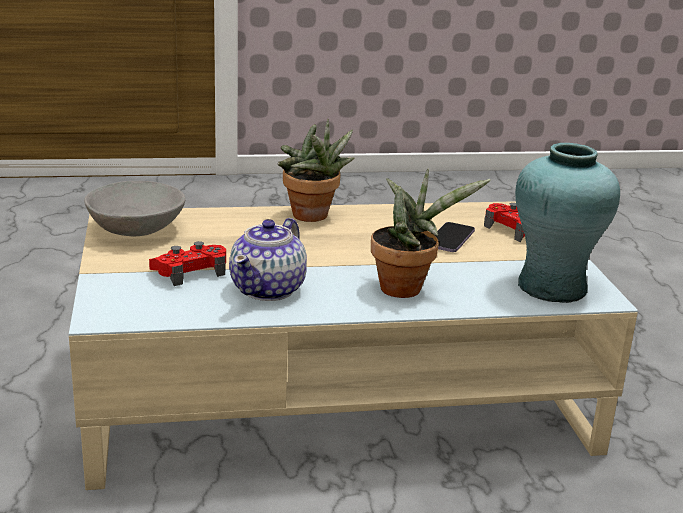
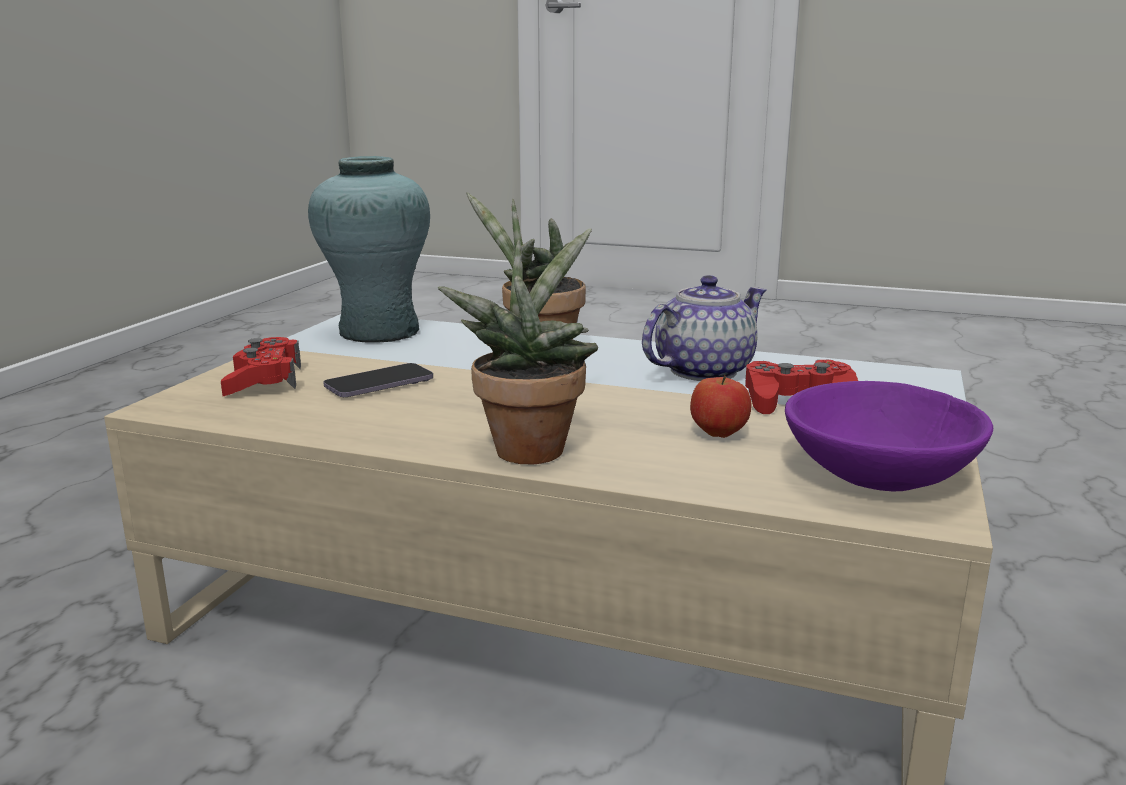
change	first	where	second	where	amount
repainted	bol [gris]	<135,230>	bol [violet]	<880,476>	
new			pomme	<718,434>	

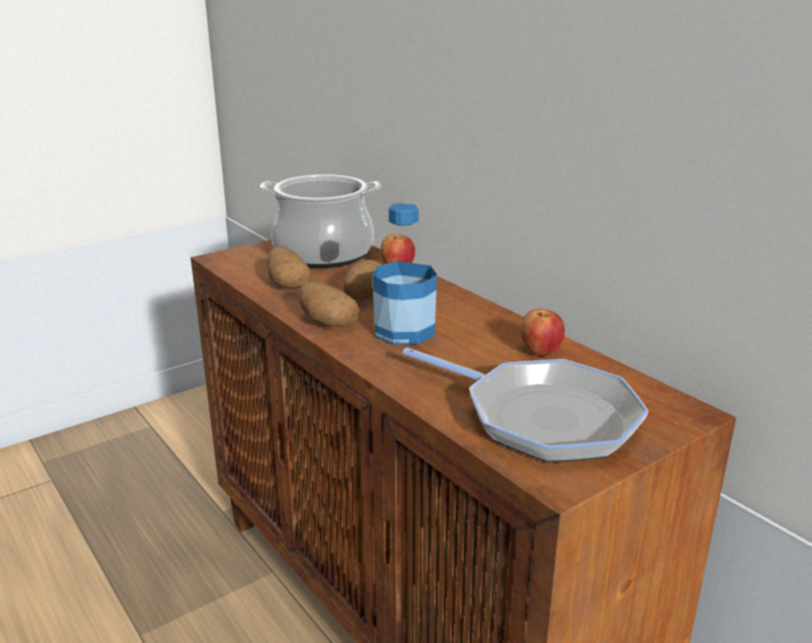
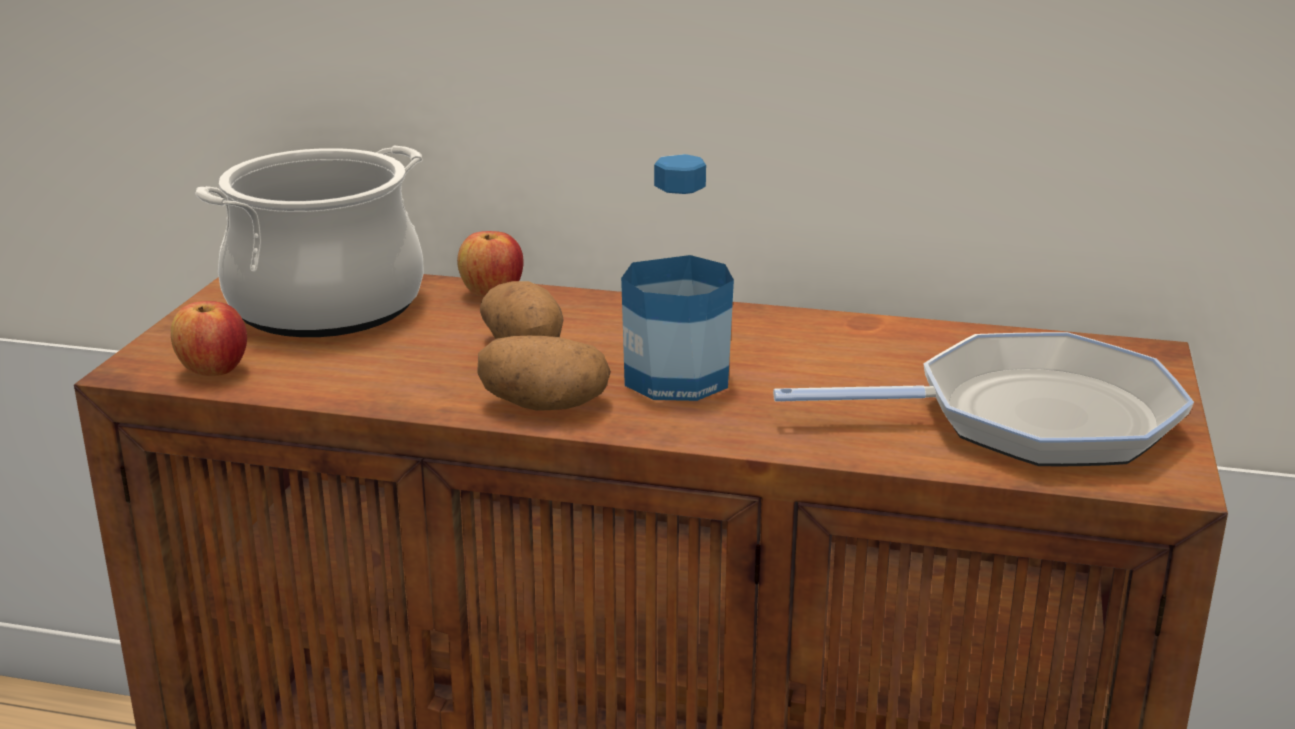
change	first	where	second	where	amount
gone	pomme de terre	<287,284>			
shifted	pomme	<540,351>		<214,370>	

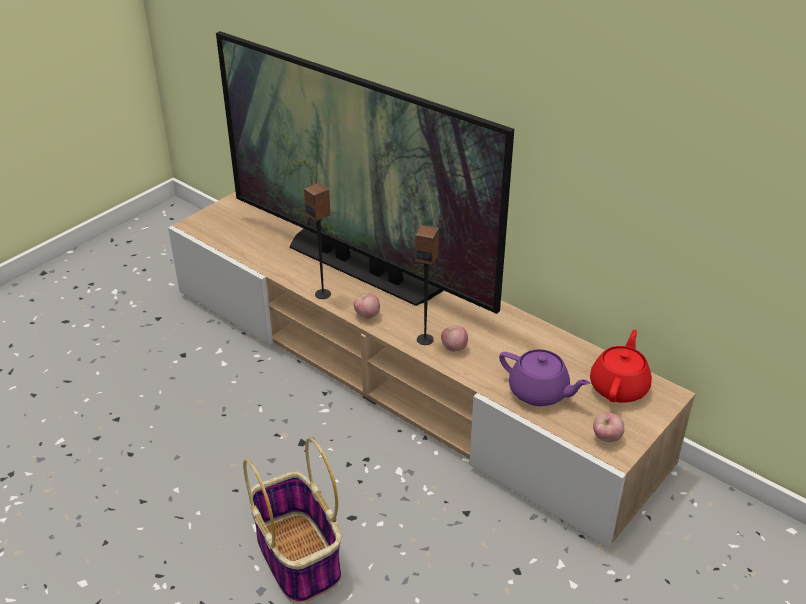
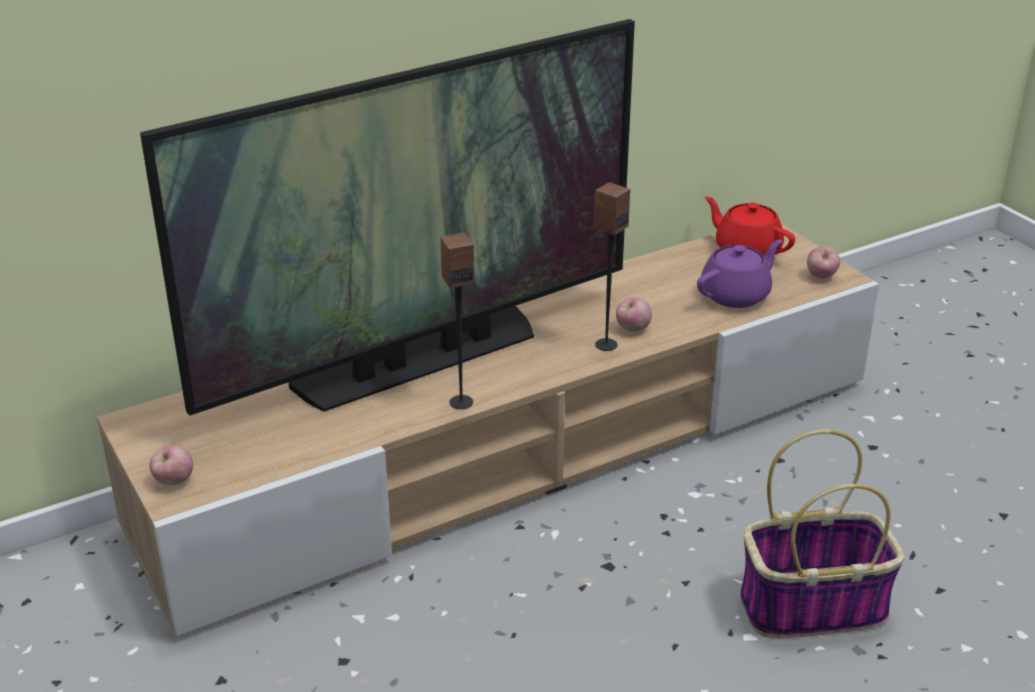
change	first	where	second	where	amount
shifted	pomme	<367,315>		<174,481>	

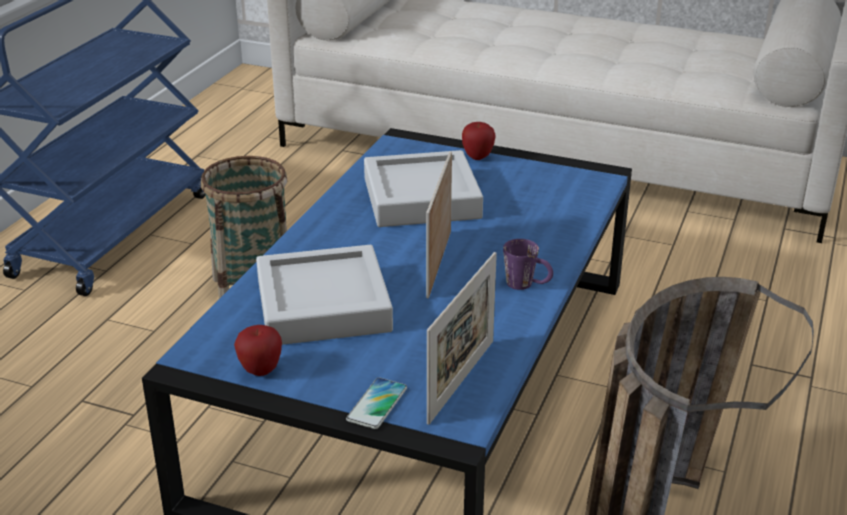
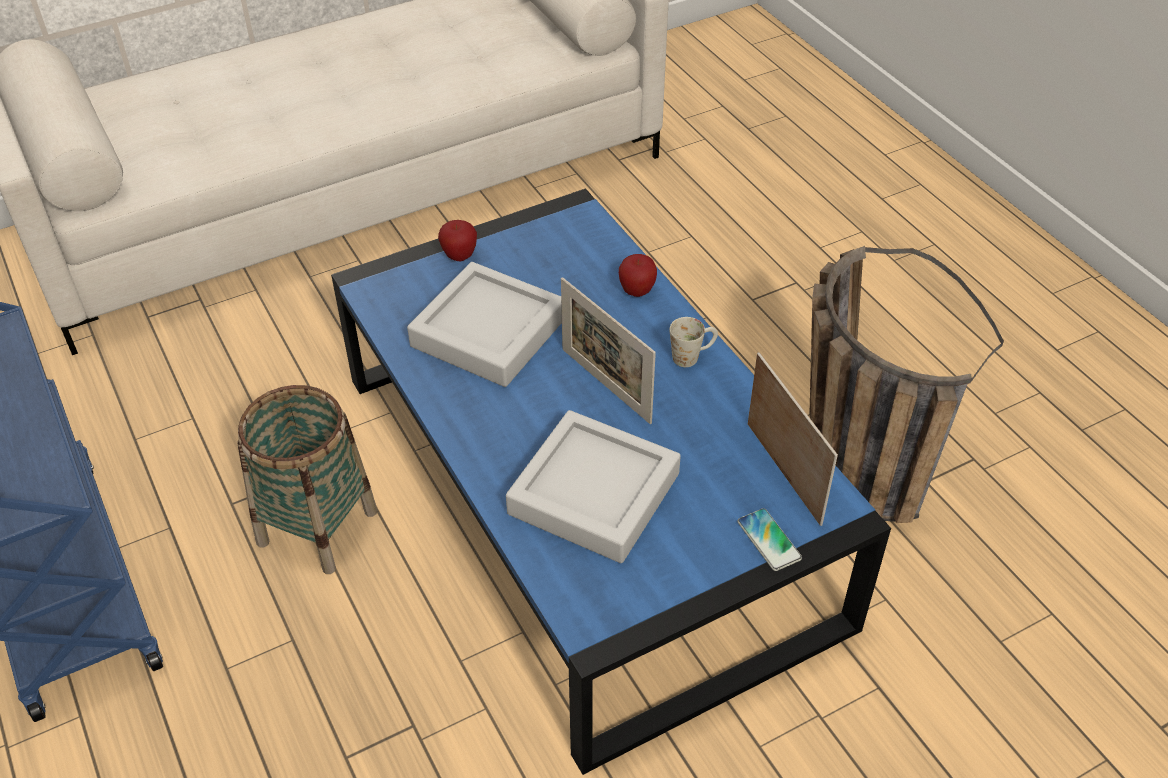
change	first	where	second	where	amount
repainted	mug [violet]	<527,285>	mug [blanc]	<692,356>	
shifted	pomme	<260,370>		<637,291>	

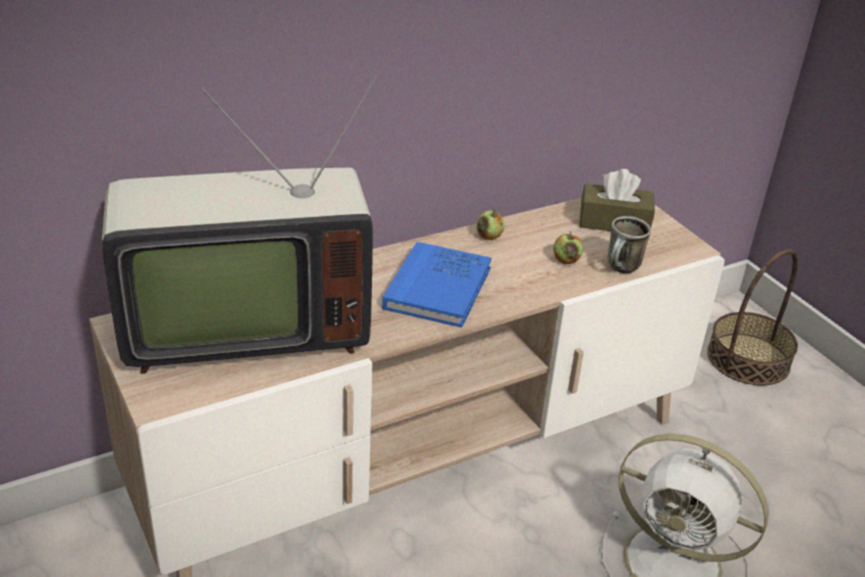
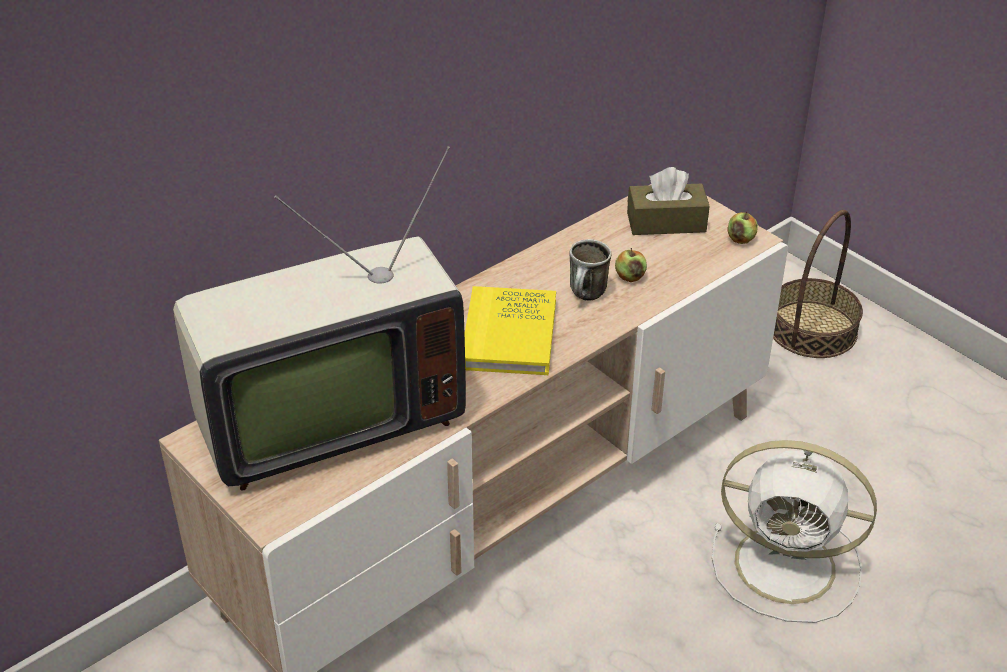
change	first	where	second	where	amount
shifted	pomme	<489,236>		<740,239>	
shifted	mug	<622,270>		<587,296>	
repainted	livre [bleu]	<437,288>	livre [jaune]	<509,335>	

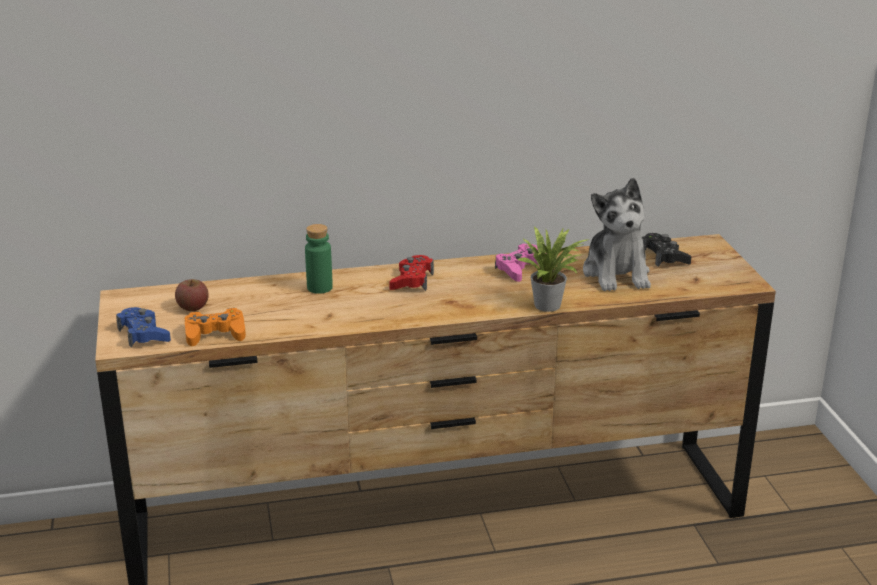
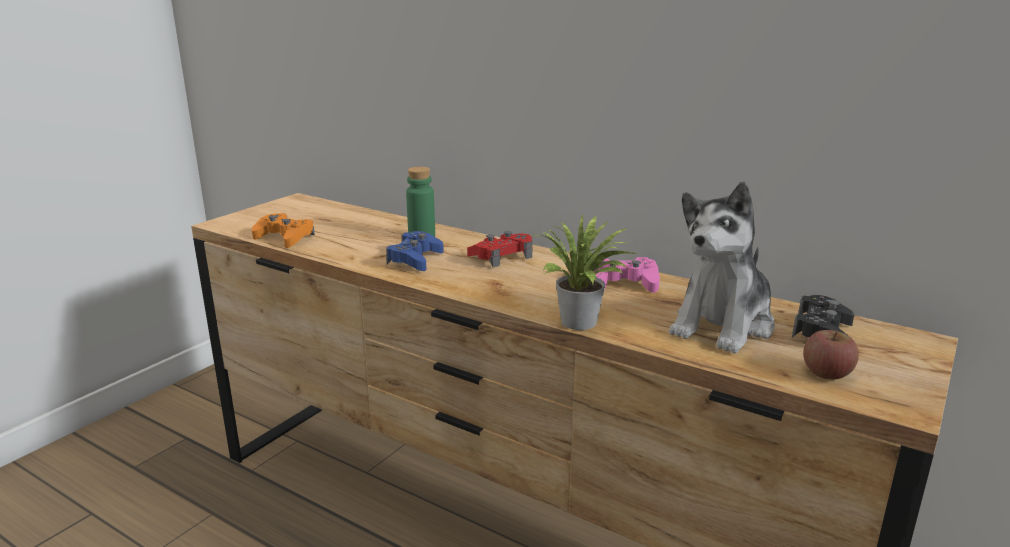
change	first	where	second	where	amount
shifted	pomme	<193,307>		<826,373>	
shifted	manette [bleu]	<143,334>		<415,259>	

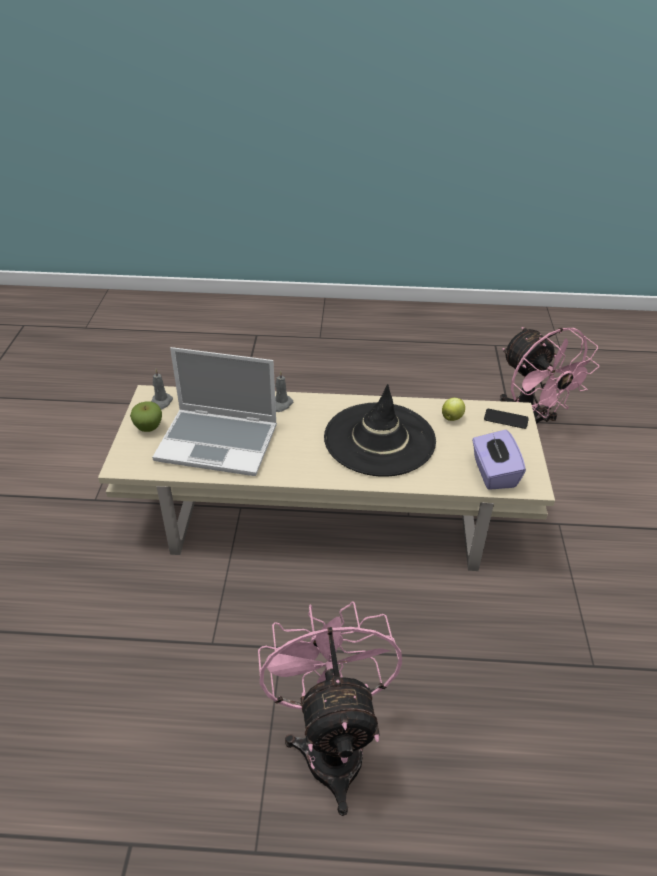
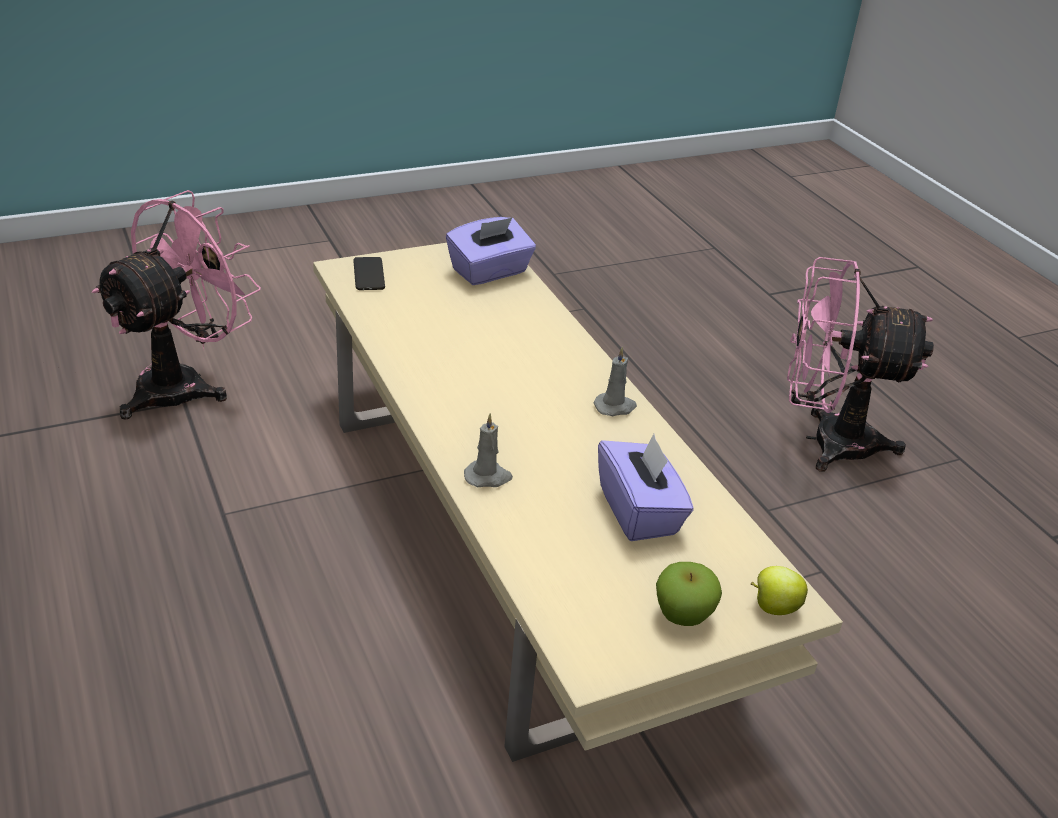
change	first	where	second	where	amount
swapped	ordinateur portable	<219,443>	boîte à mouchoirs [violet]	<639,512>	
shifted	bougie [gris]	<161,402>		<615,407>	
gone	chapeau [noir]	<379,439>			
shifted	pomme	<452,418>		<773,607>	
rotated	ventilateur [rose]	<332,743>		<825,441>	45 degrees clockwise

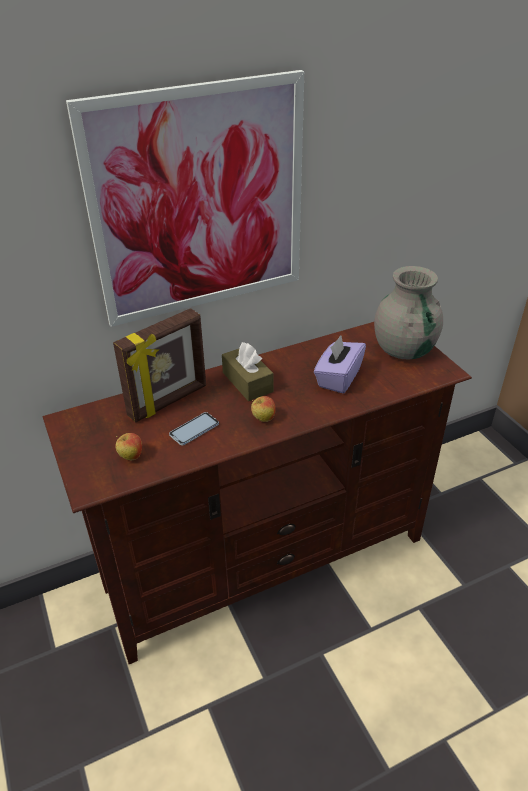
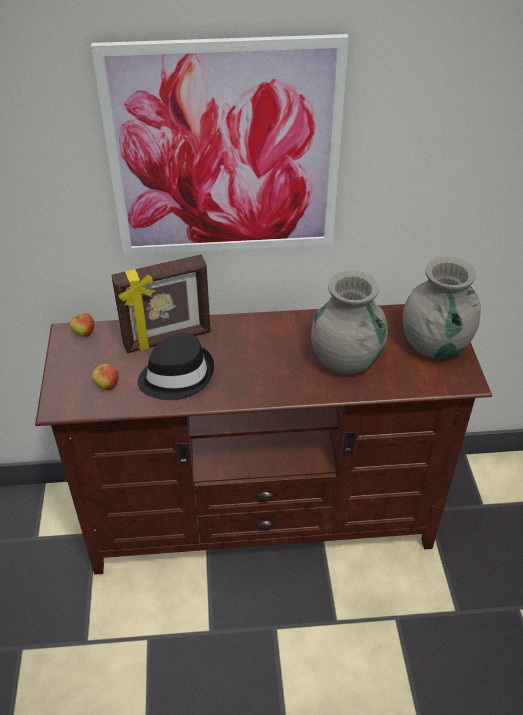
change	first	where	second	where	amount
swapped	boîte à mouchoirs [violet]	<338,378>	vase [gris]	<345,358>	
gone	boîte à mouchoirs [marron]	<247,382>			
shifted	pomme	<263,419>		<84,334>	
swapped	téléphone	<194,429>	chapeau [noir]	<176,375>	

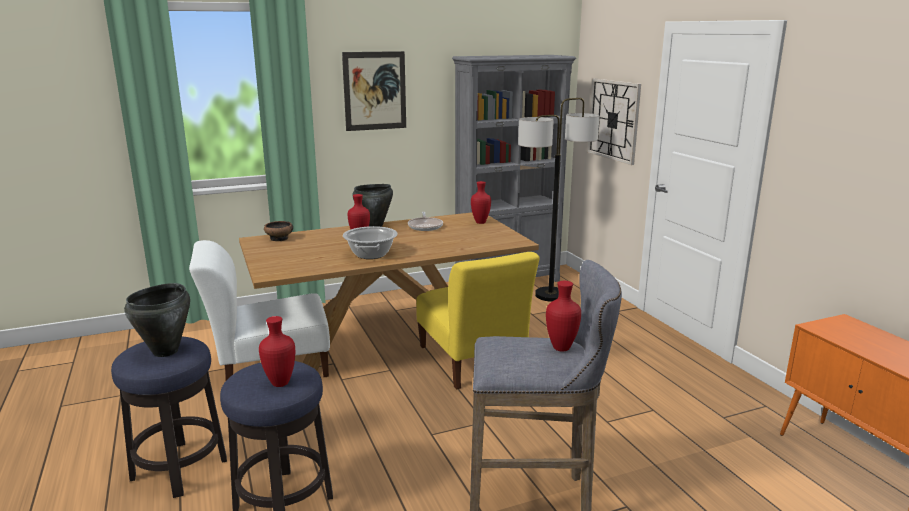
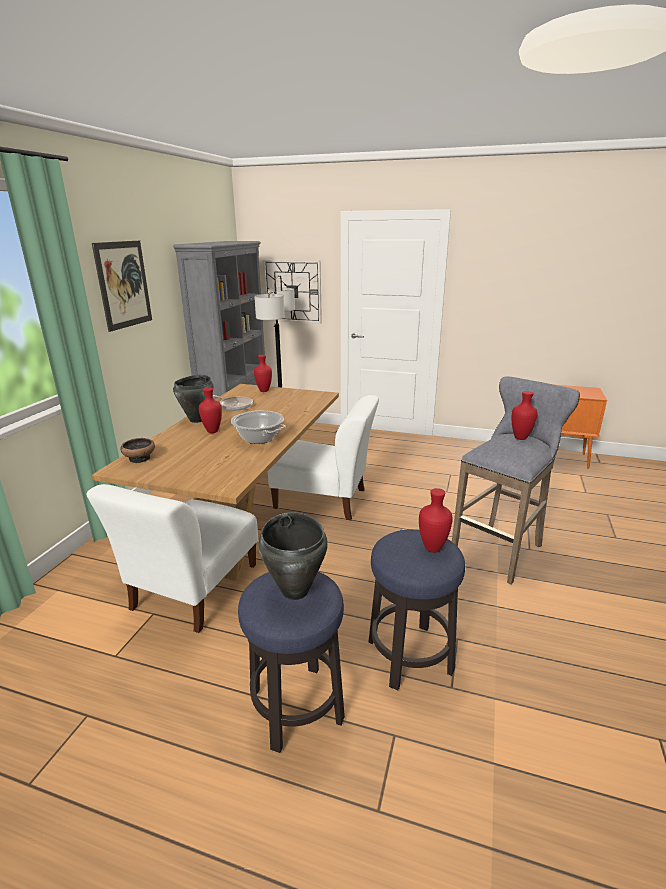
change	first	where	second	where	amount
repainted	chaise [jaune]	<472,362>	chaise [blanc]	<324,500>	

